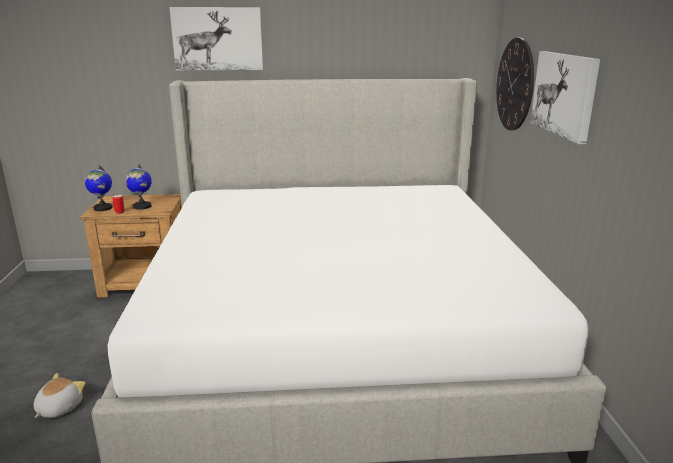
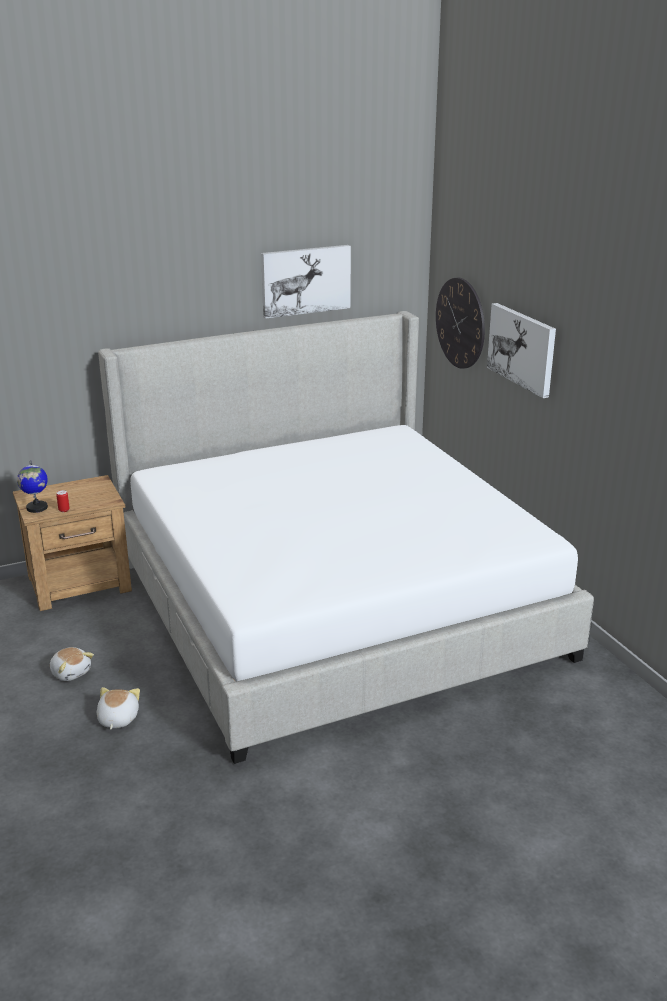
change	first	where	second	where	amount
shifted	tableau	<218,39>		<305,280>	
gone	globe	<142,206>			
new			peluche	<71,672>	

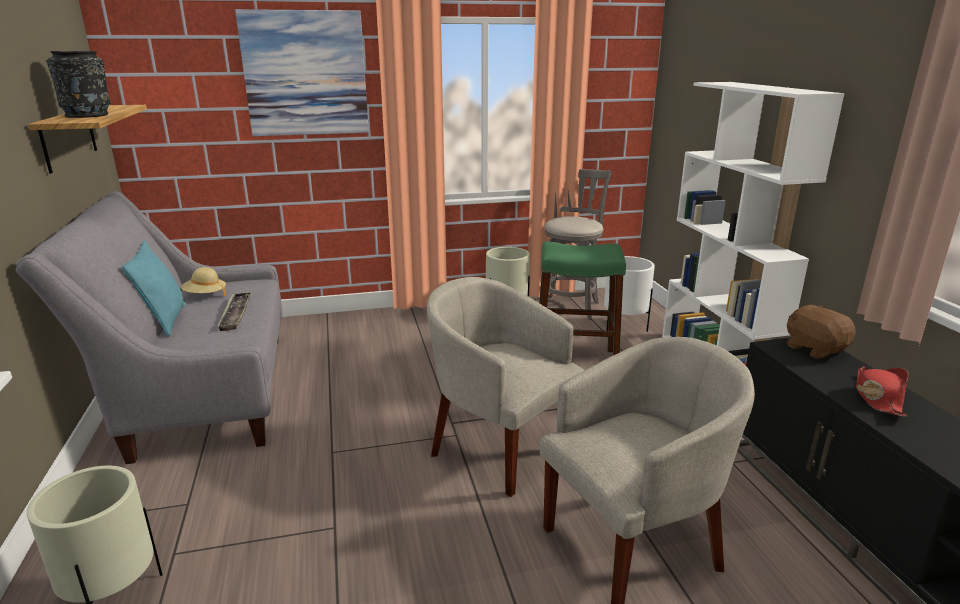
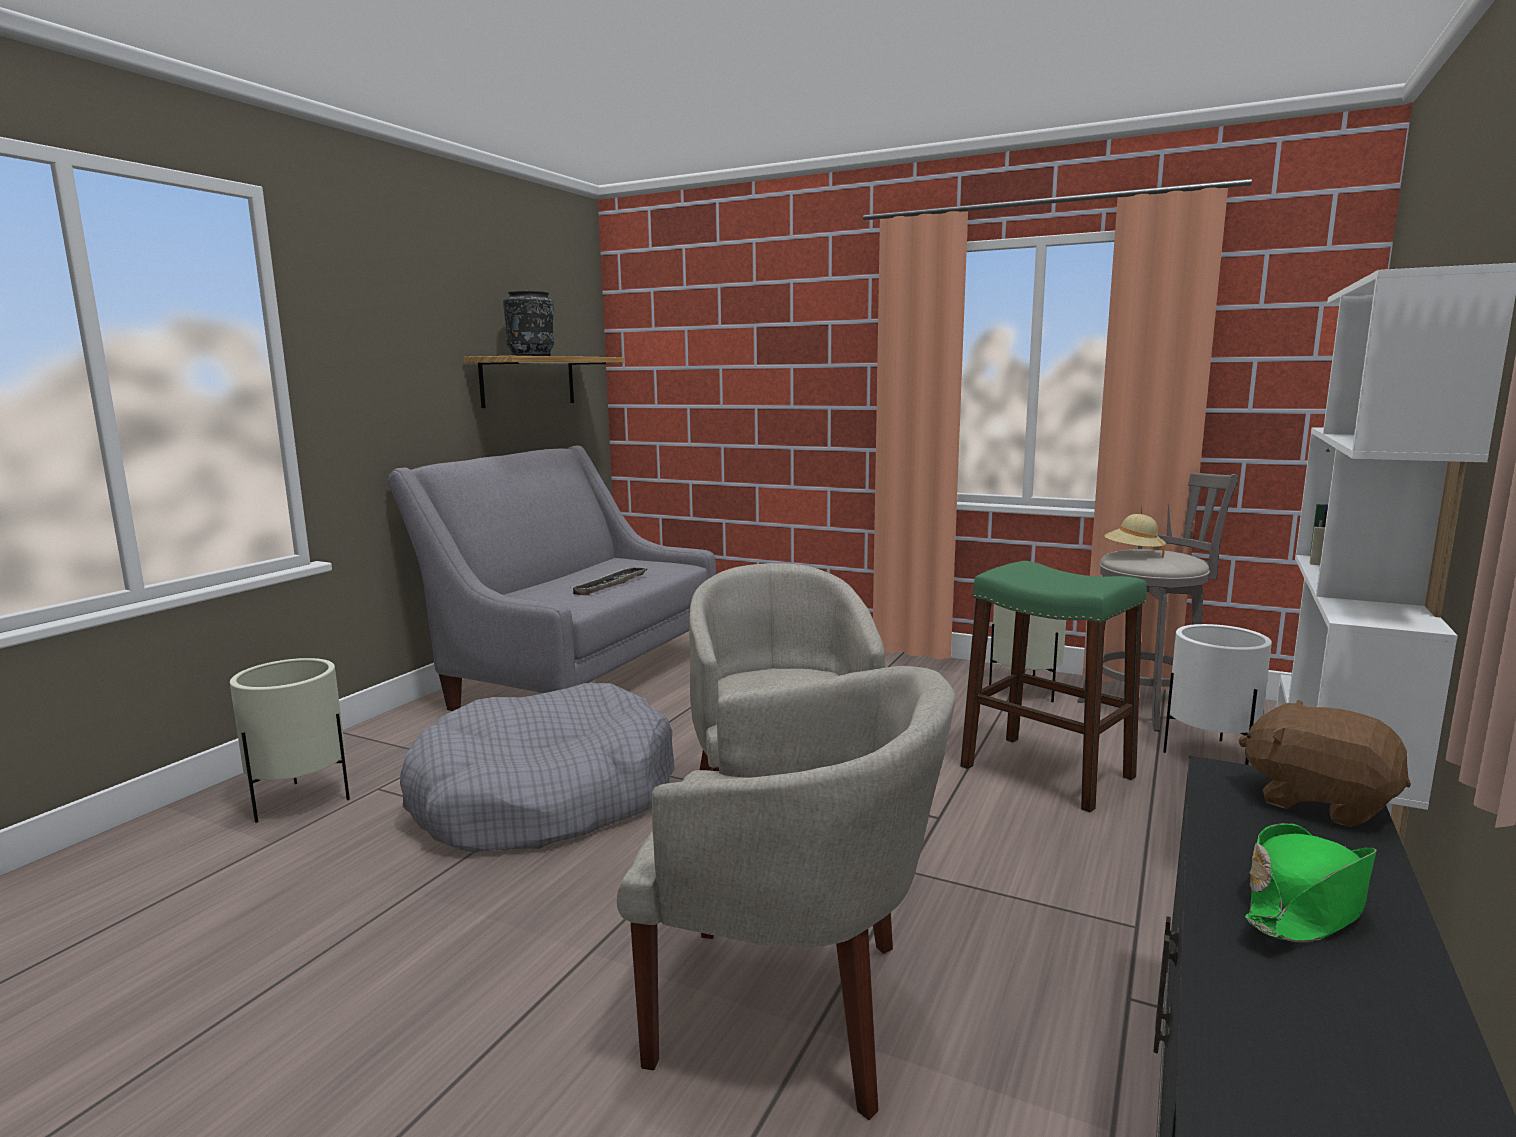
change	first	where	second	where	amount
gone	tableau	<305,74>			
gone	coussin [turquoise]	<165,321>			
shifted	chapeau [beige]	<205,295>		<1133,553>	
rotated	peluche [marron]	<815,349>		<1319,801>	60 degrees counterclockwise
repainted	chapeau [rouge]	<877,397>	chapeau [vert]	<1307,904>	
new			panier pour chien [gris]	<544,797>	

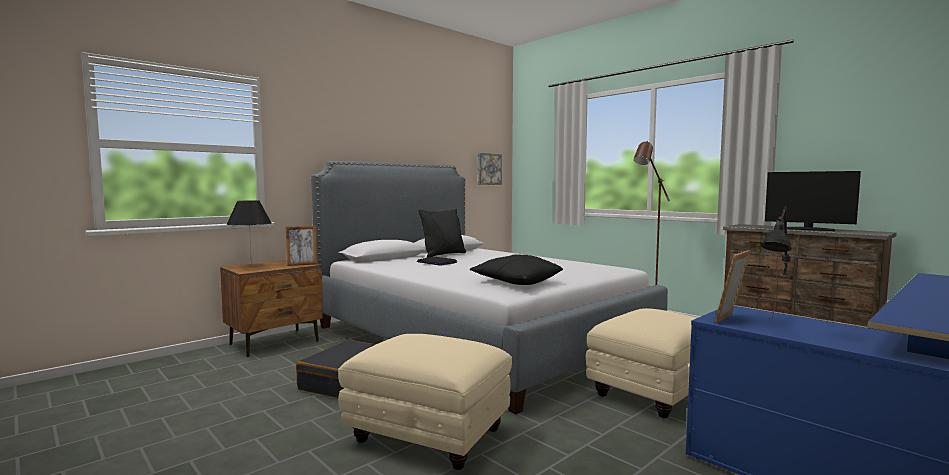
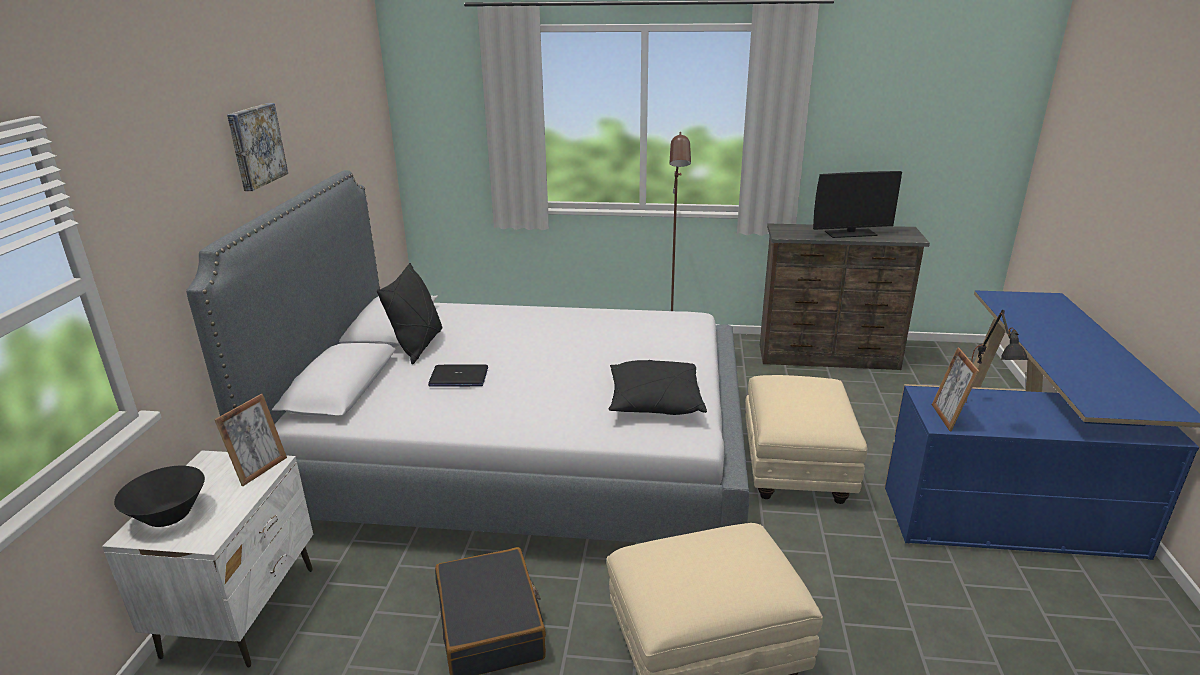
change	first	where	second	where	amount
shifted	tableau	<488,169>		<255,146>	
swapped	lampe de table [noir]	<251,266>	bol [noir]	<168,516>	
repainted	table de chevet [marron]	<275,342>	table de chevet [blanc]	<242,610>	

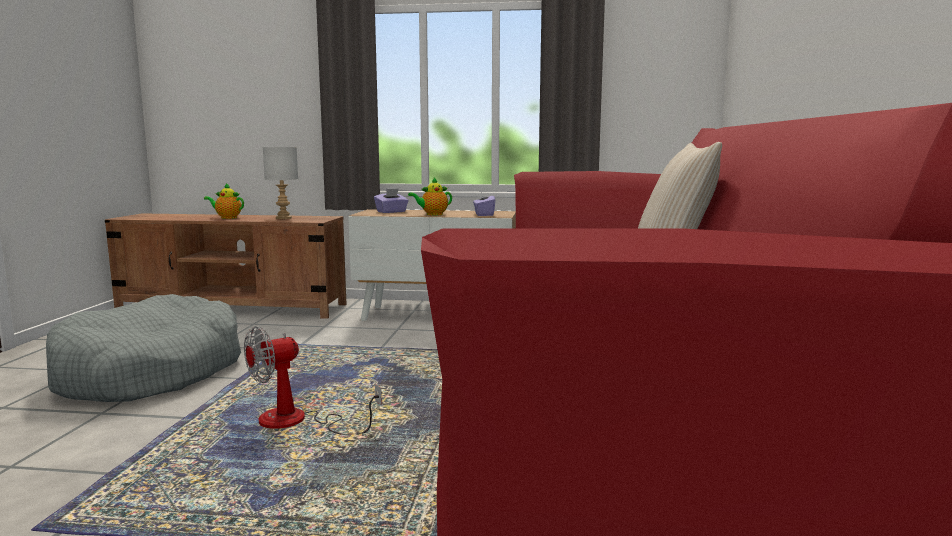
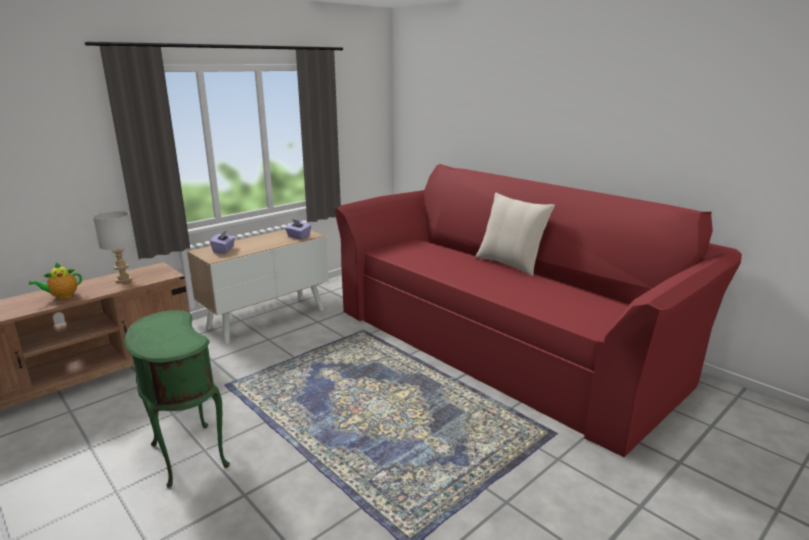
change	first	where	second	where	amount
gone	théière	<432,214>			
swapped	panier pour chien [gris]	<150,372>	table d'appoint [vert]	<186,456>	
gone	ventilateur	<297,422>			

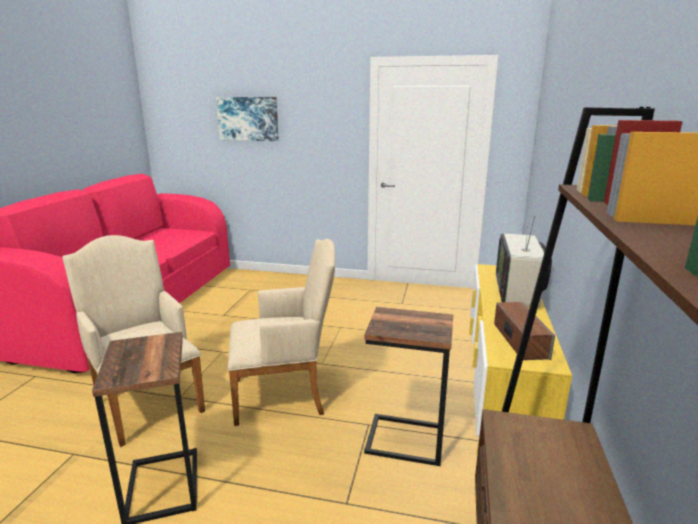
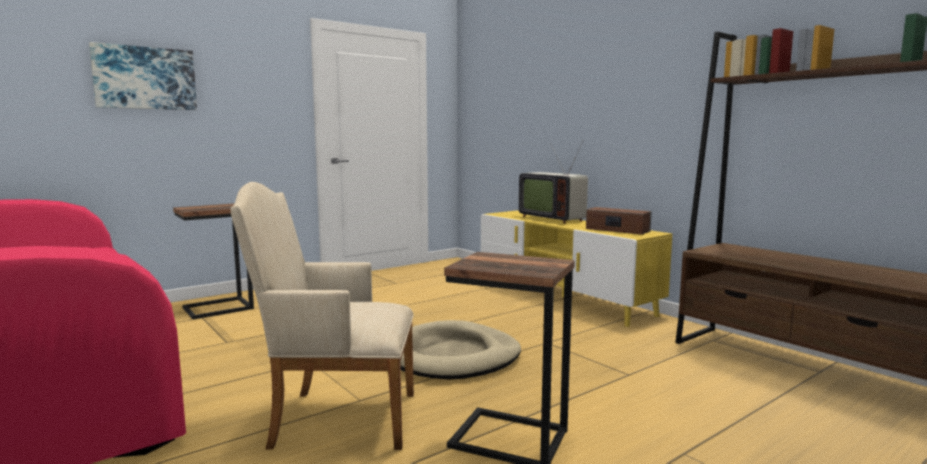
change	first	where	second	where	amount
swapped	fauteuil [beige]	<285,395>	panier pour chien [beige]	<452,356>	
shifted	table d'appoint	<405,440>		<219,308>	

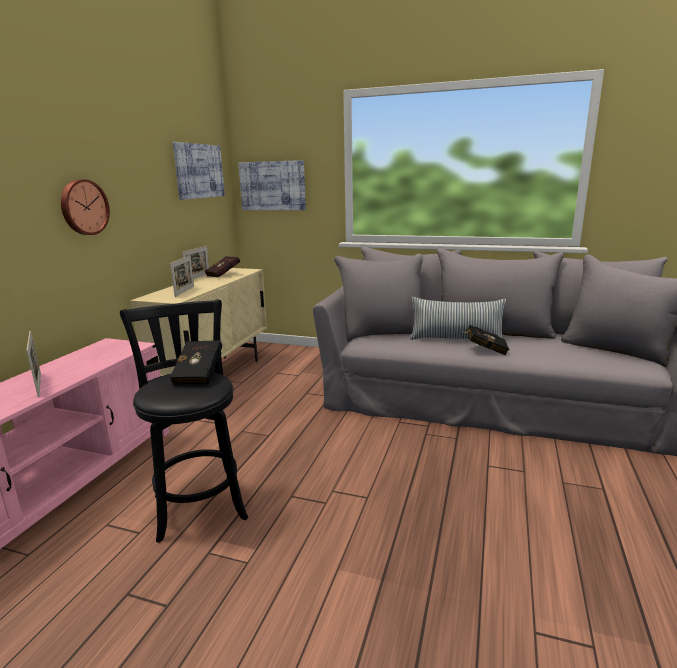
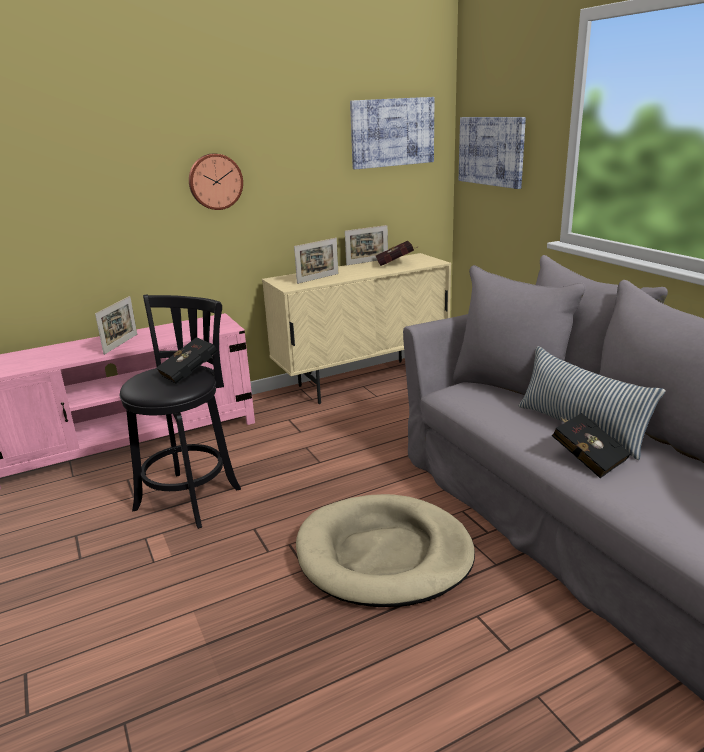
change	first	where	second	where	amount
new			panier pour chien [beige]	<384,555>	

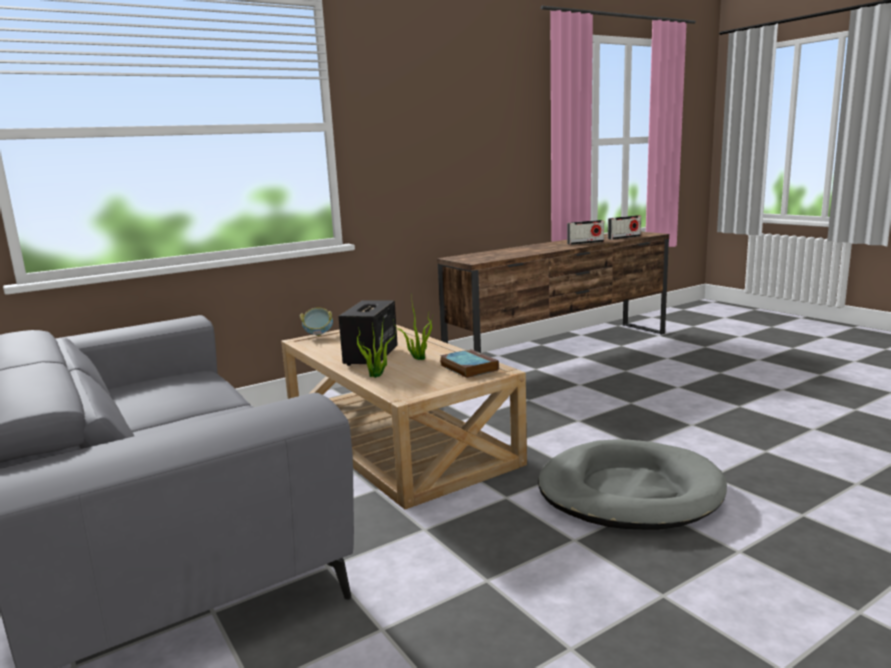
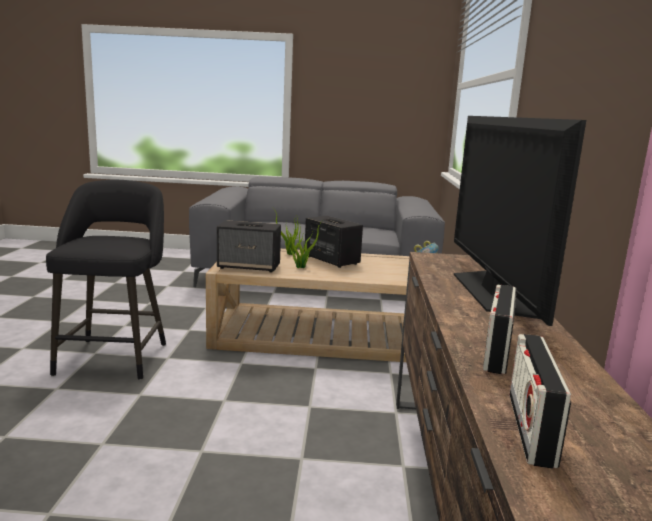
change	first	where	second	where	amount
swapped	livre	<467,367>	enceinte	<249,267>	
swapped	panier pour chien [gris]	<629,491>	tabouret [noir]	<115,356>	
new			téléviseur	<492,292>	

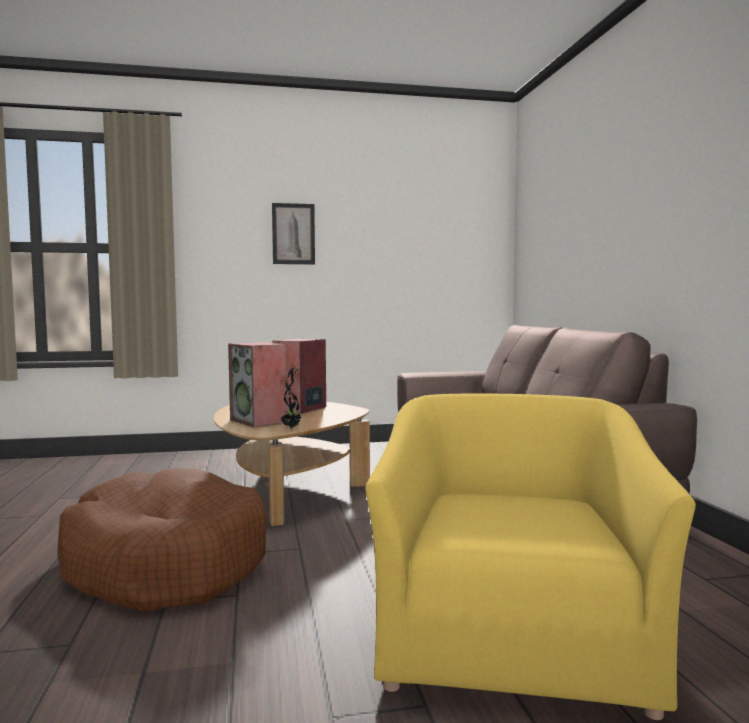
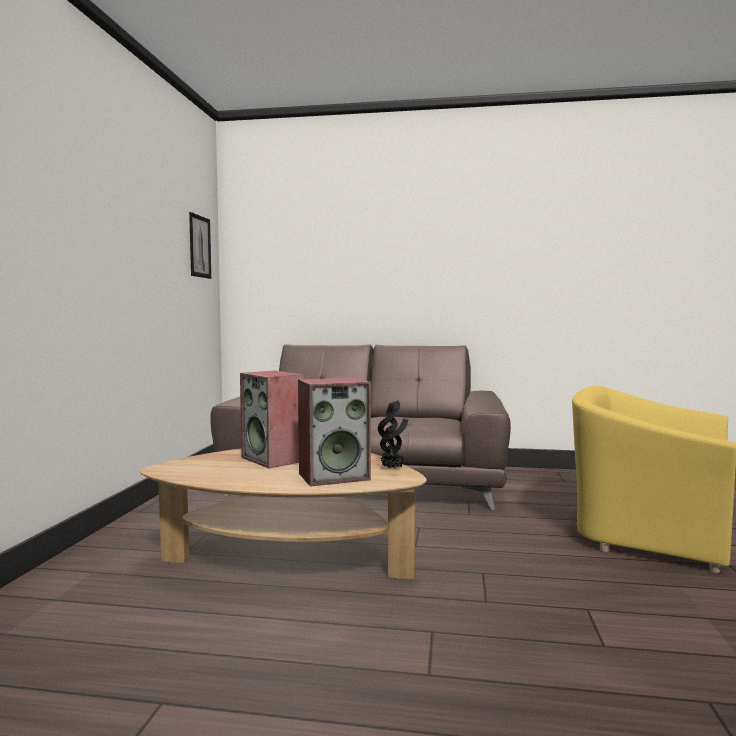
change	first	where	second	where	amount
shifted	tableau	<293,234>		<199,246>	
gone	panier pour chien [marron]	<164,563>			

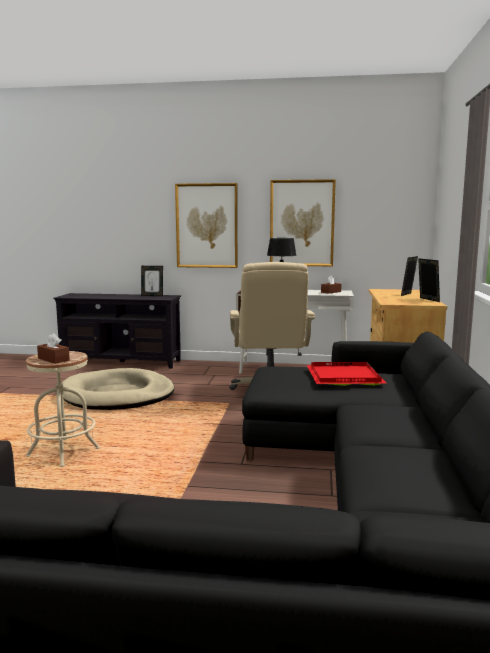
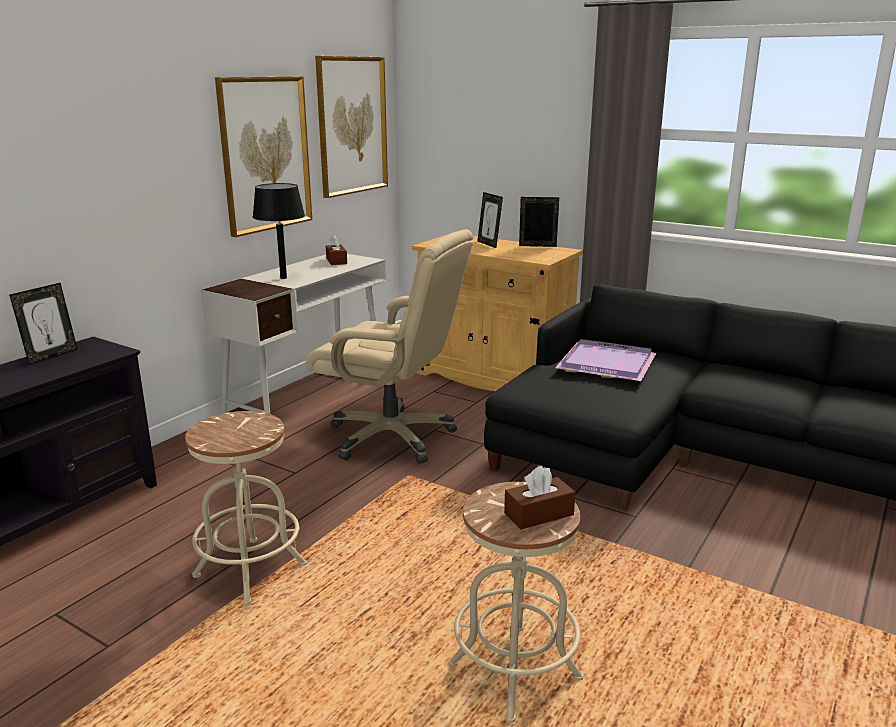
change	first	where	second	where	amount
shifted	tableau	<207,226>		<352,126>	
repainted	plateau [rouge]	<342,376>	plateau [violet]	<604,364>	
swapped	panier pour chien [beige]	<117,395>	tabouret [beige]	<250,570>	

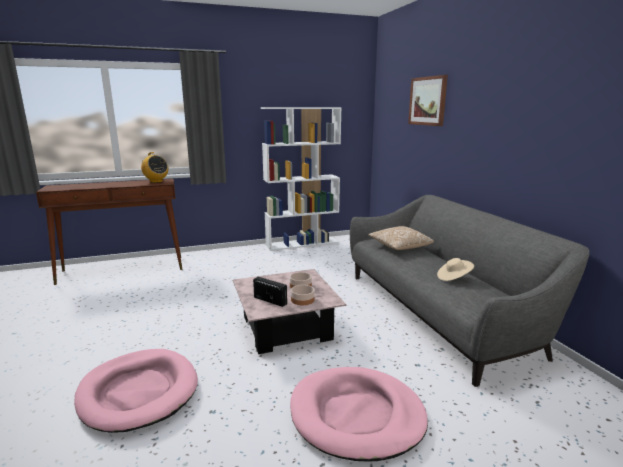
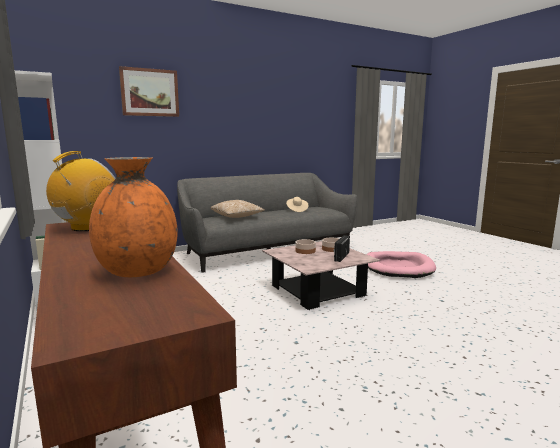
change	first	where	second	where	amount
gone	panier pour chien [rose]	<138,392>			
new			vase [orange]	<138,272>	

